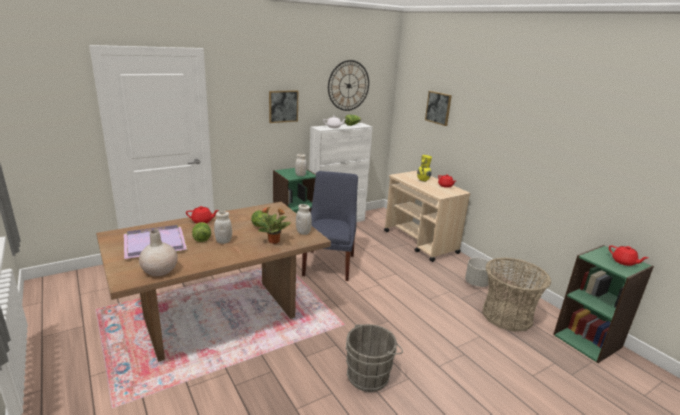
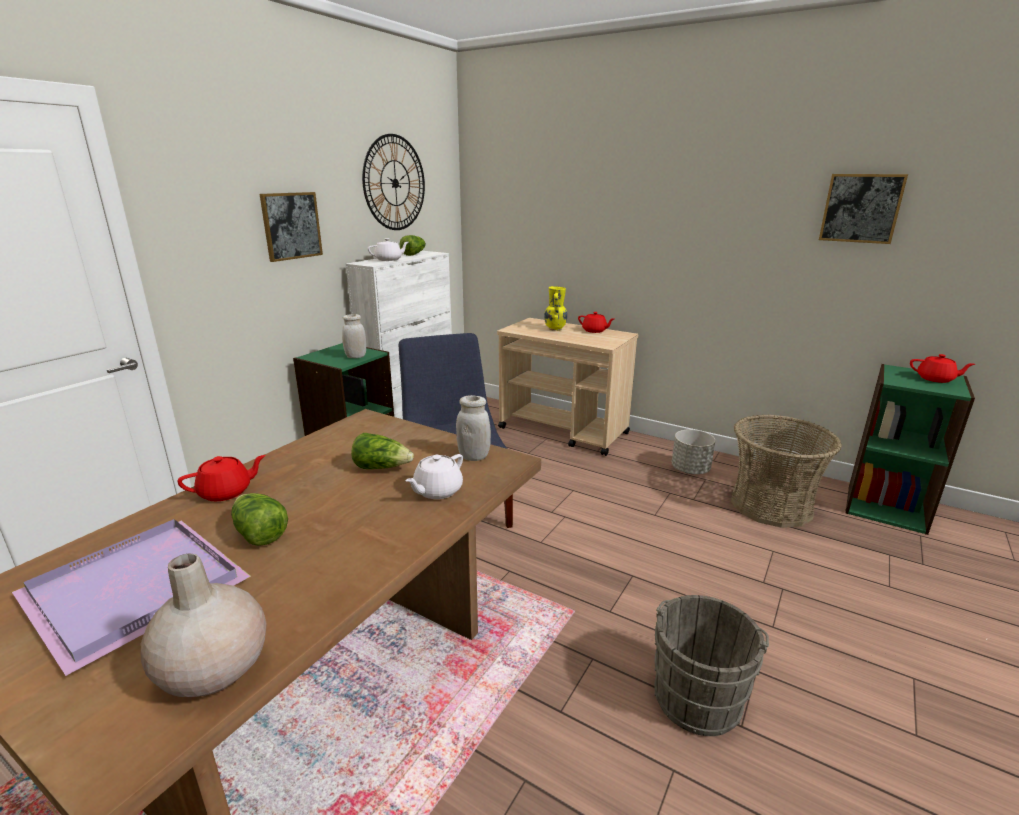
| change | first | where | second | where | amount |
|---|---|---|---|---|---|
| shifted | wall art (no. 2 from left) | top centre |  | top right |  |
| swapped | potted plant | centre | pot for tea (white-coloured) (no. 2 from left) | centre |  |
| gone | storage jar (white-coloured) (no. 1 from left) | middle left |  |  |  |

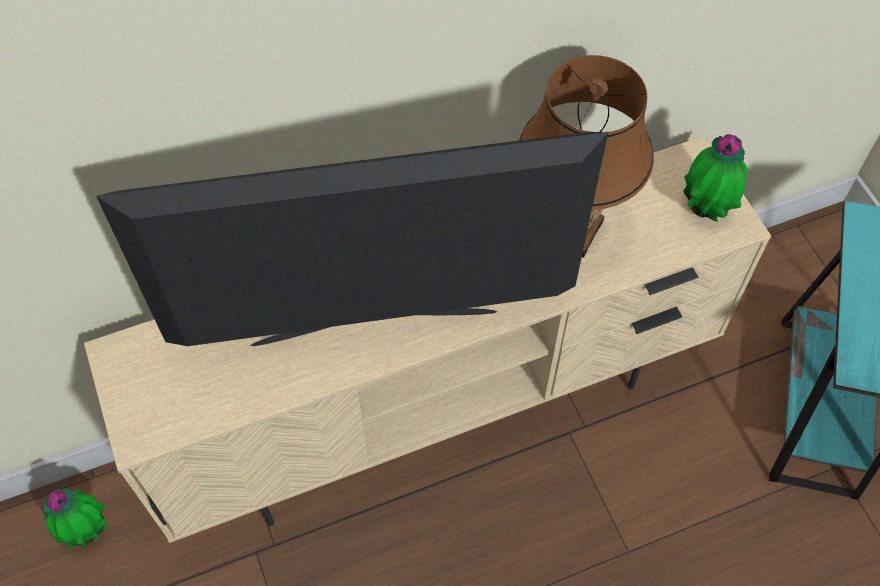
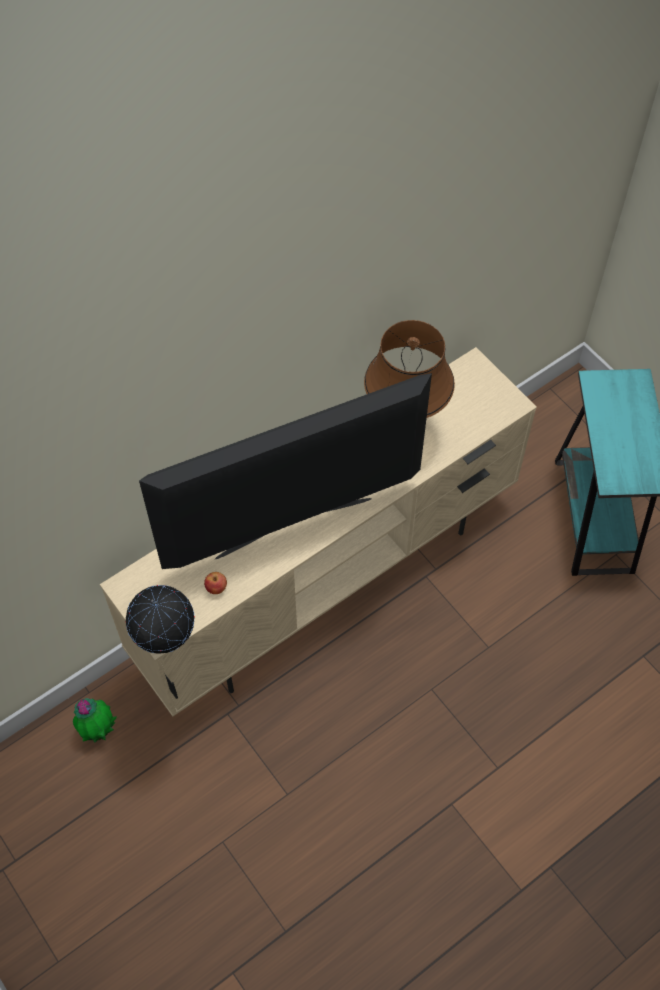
| change | first | where | second | where | amount |
|---|---|---|---|---|---|
| gone | potted plant (no. 2 from left) | top right |  |  |  |
| new |  |  | apple fruit | middle left |  |
| new |  |  | globe | middle left |  |

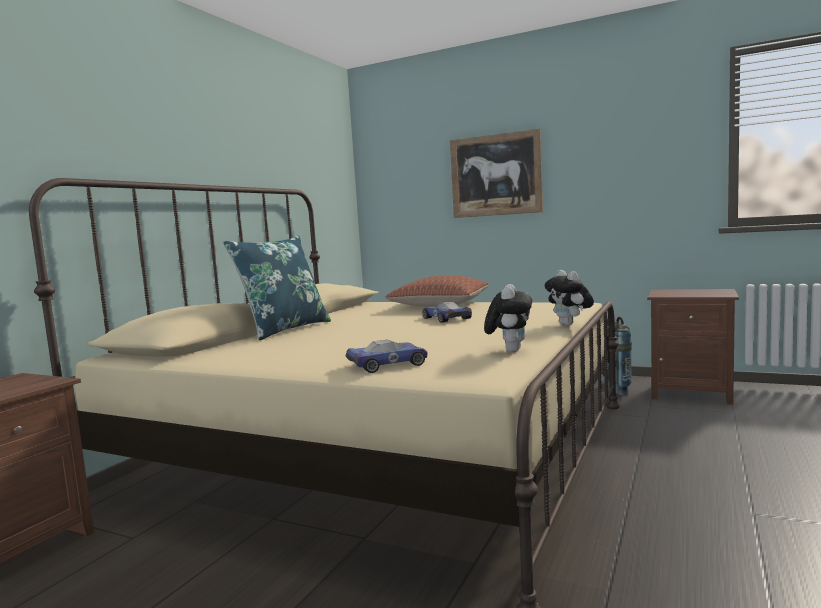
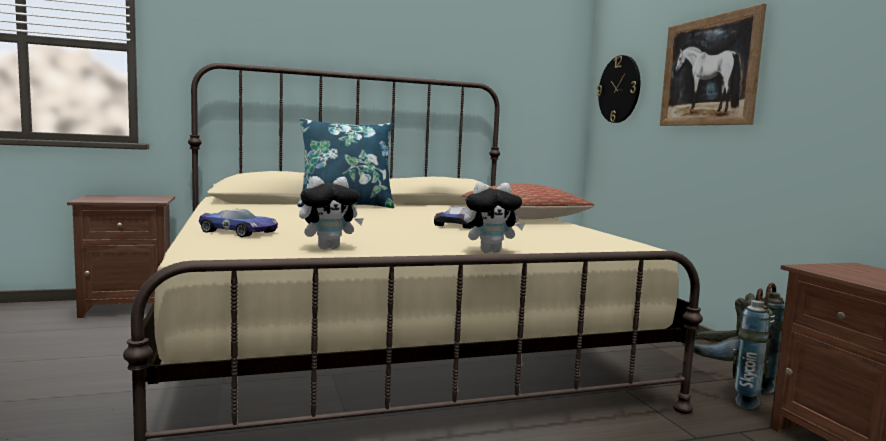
| change | first | where | second | where | amount |
|---|---|---|---|---|---|
| rotated | soft toy (no. 2 from left) | middle right |  | centre | 135 degrees counterclockwise |
| new |  |  | clock on the wall | top right |  |

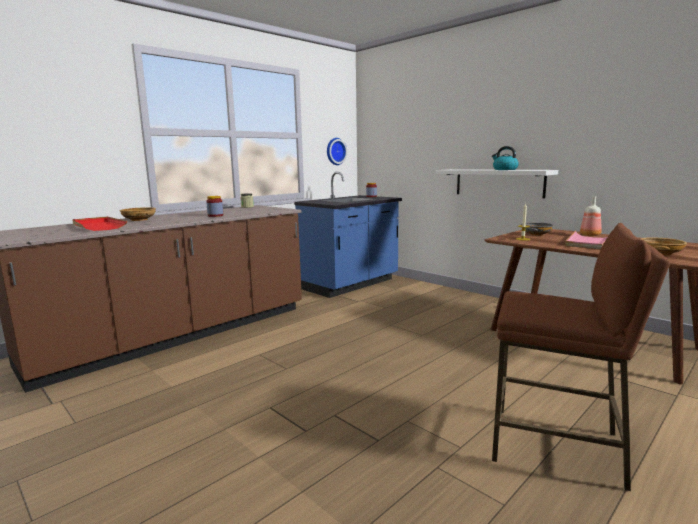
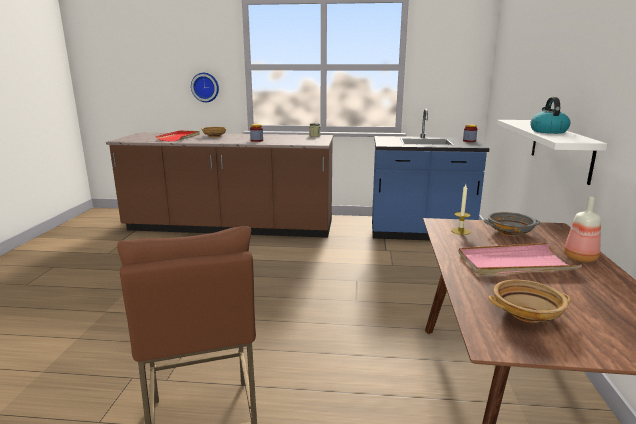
| change | first | where | second | where | amount |
|---|---|---|---|---|---|
| shifted | clock on the wall | top centre |  | top left |  |

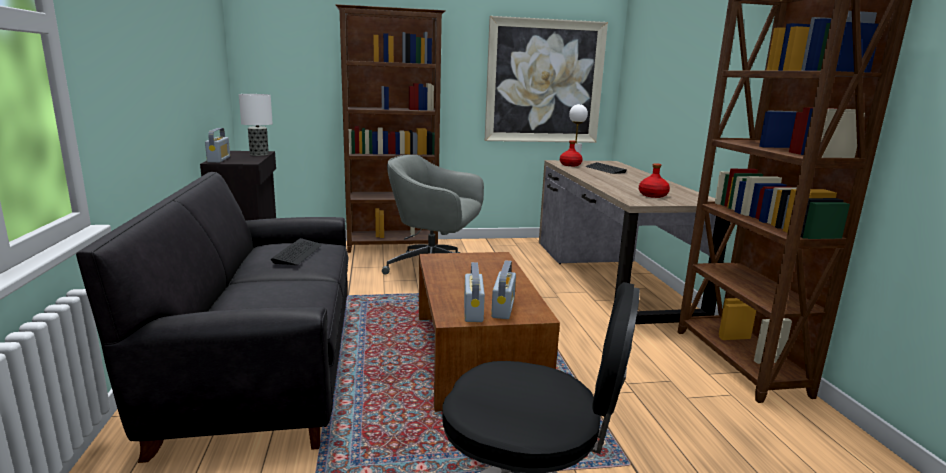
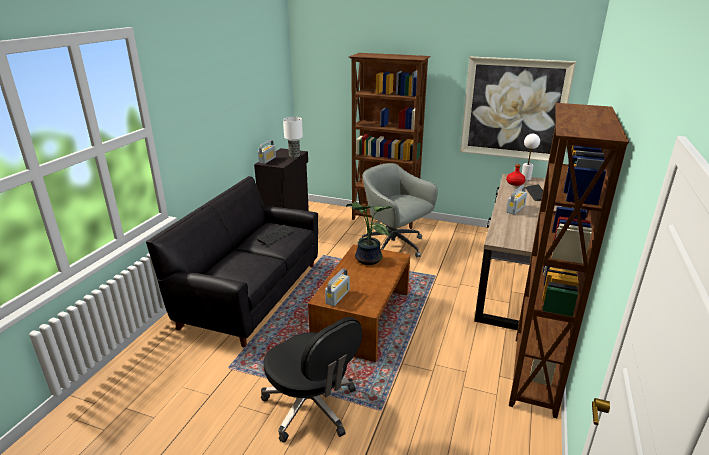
| change | first | where | second | where | amount |
|---|---|---|---|---|---|
| gone | beverage bottle (red-coloured) (no. 2 from left) | middle right |  |  |  |
| shifted | radio receiver (no. 3 from left) | centre |  | middle right |  |
| new |  |  | potted plant | centre |  |

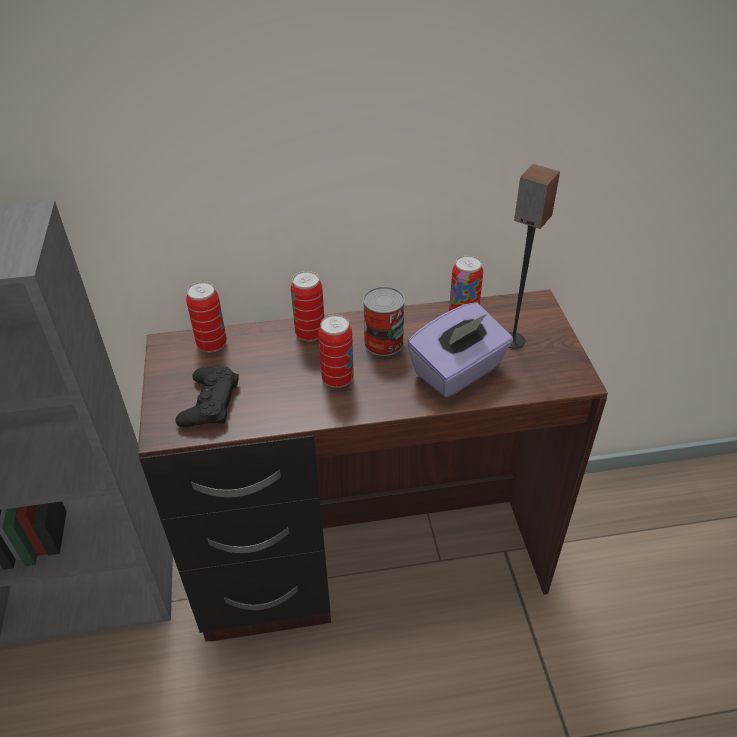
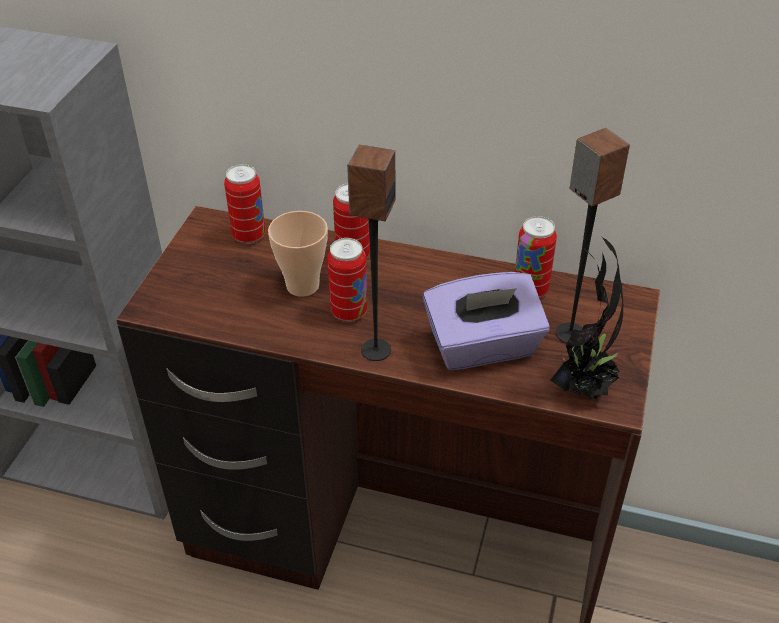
| change | first | where | second | where | amount |
|---|---|---|---|---|---|
| gone | can (no. 4 from left) | centre |  |  |  |
| gone | joypad (black) | middle left |  |  |  |
| new |  |  | loudspeaker (no. 1 from left) | centre |  |
| new |  |  | cup | centre |  |
| new |  |  | potted plant | middle right |  |

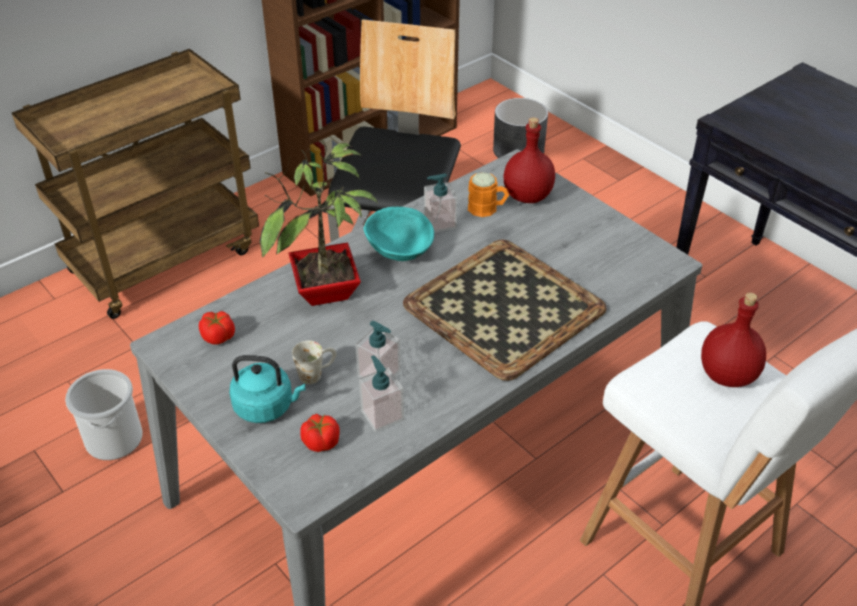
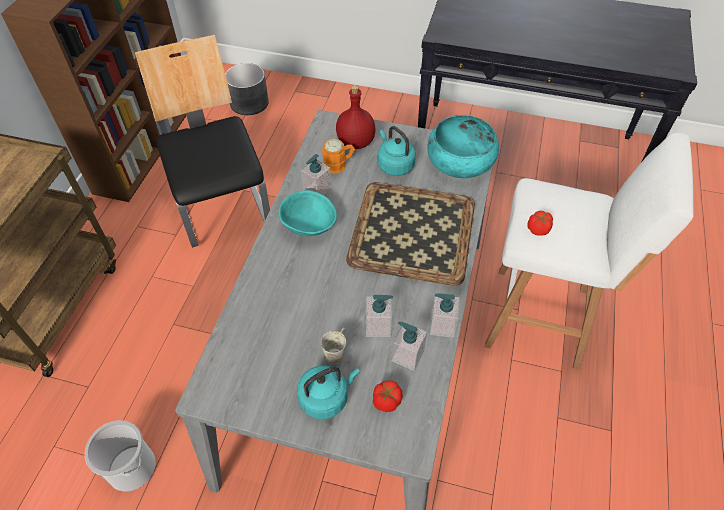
| change | first | where | second | where | amount |
|---|---|---|---|---|---|
| gone | potted plant | centre |  |  |  |
| gone | beverage bottle (red-coloured) (no. 2 from left) | middle right |  |  |  |
| shifted | fresh tomato (no. 1 from left in the first image) | middle left | fresh tomato (no. 2 from left) | middle right |  |
| new |  |  | deep dish (turquoise-coloured) (no. 2 from left) | top centre |  |
| new |  |  | kettle (turquoise-coloured) (no. 2 from left) | top centre |  |
| new |  |  | soap bottle (no. 4 from left) | centre |  |

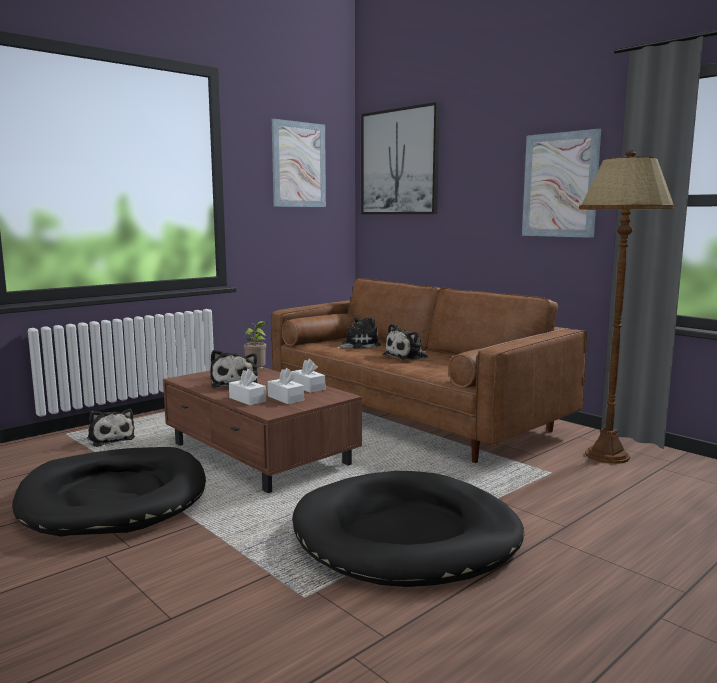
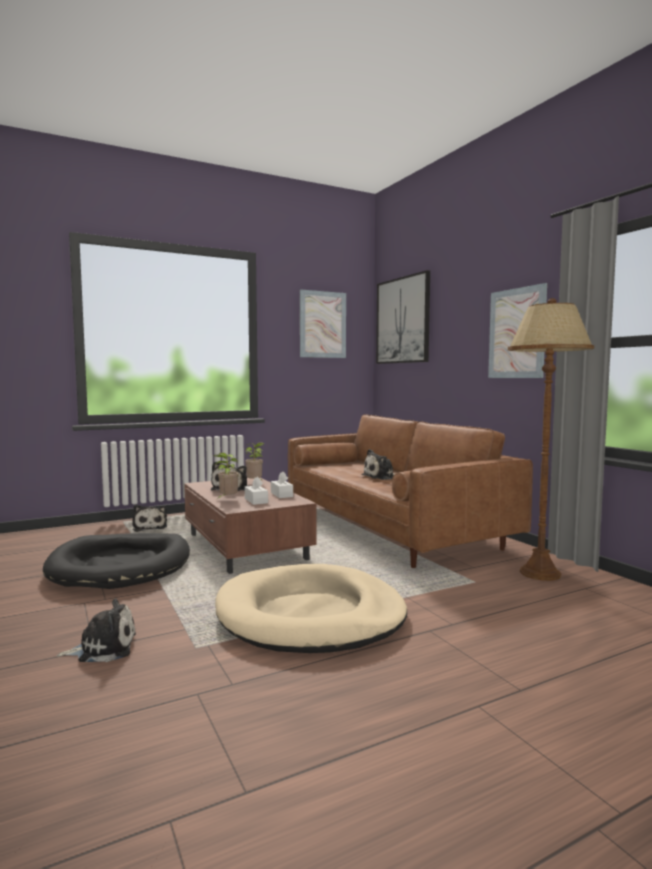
| change | first | where | second | where | amount |
|---|---|---|---|---|---|
| shifted | soft toy (no. 3 from left in the first image) | centre | soft toy (no. 1 from left) | bottom left |  |
| swapped | box of tissues (white-coloured) (no. 1 from left) | centre | potted plant (no. 1 from left) | centre |  |
| repainted | pet bed (black) (no. 2 from left) | bottom centre | pet bed (sand-coloured) | bottom centre |  |

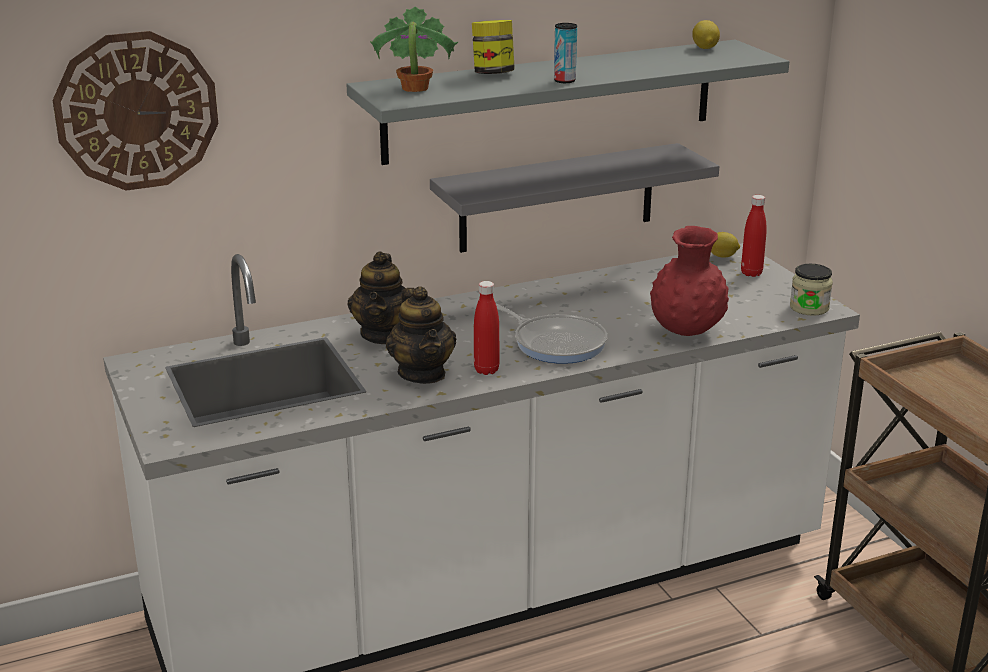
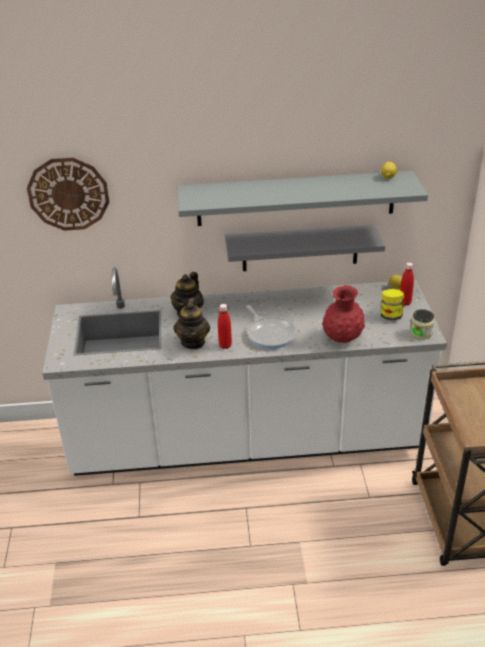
| change | first | where | second | where | amount |
|---|---|---|---|---|---|
| gone | potted plant | top centre |  |  |  |
| shifted | storage jar (no. 1 from left) | top centre |  | middle right |  |
| gone | can | top centre |  |  |  |

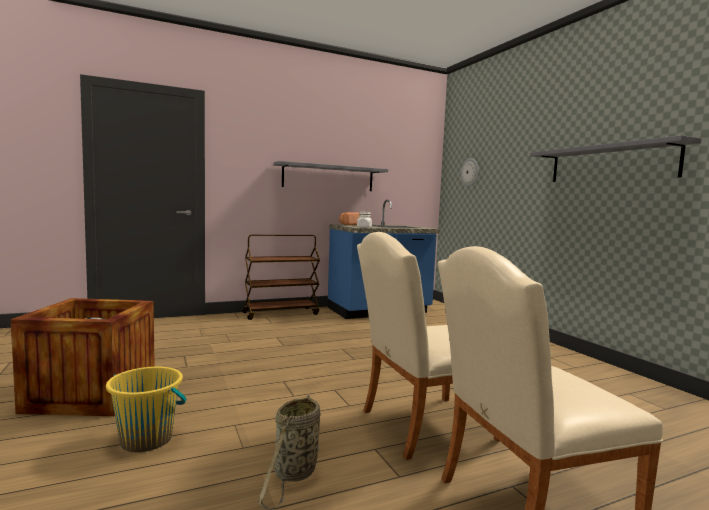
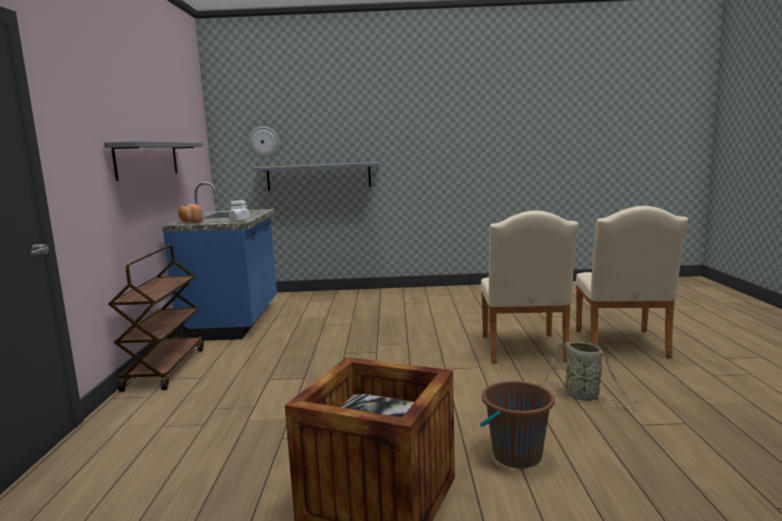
| change | first | where | second | where | amount |
|---|---|---|---|---|---|
| shifted | bracket shelf (greyish) (no. 2 from left) | top right |  | centre |  |
| repainted | pail (yellowish) | bottom left | pail (brown) | bottom centre |  |

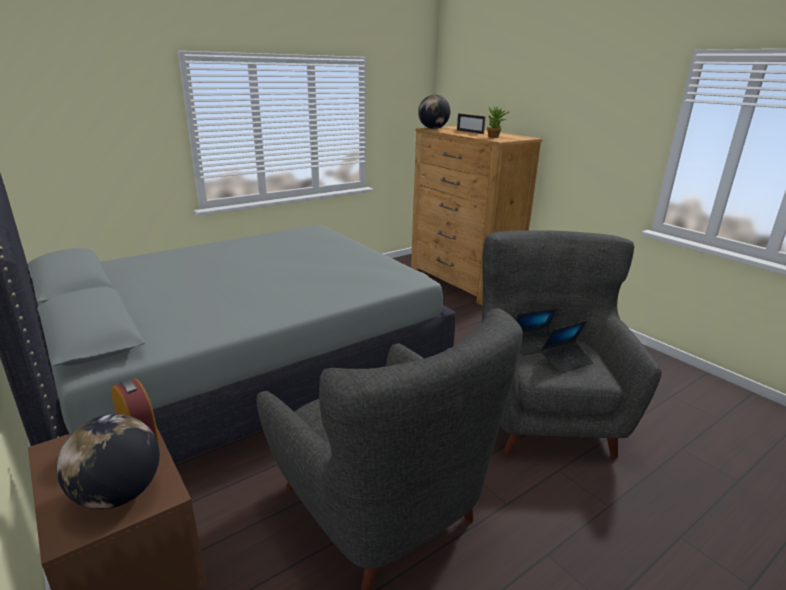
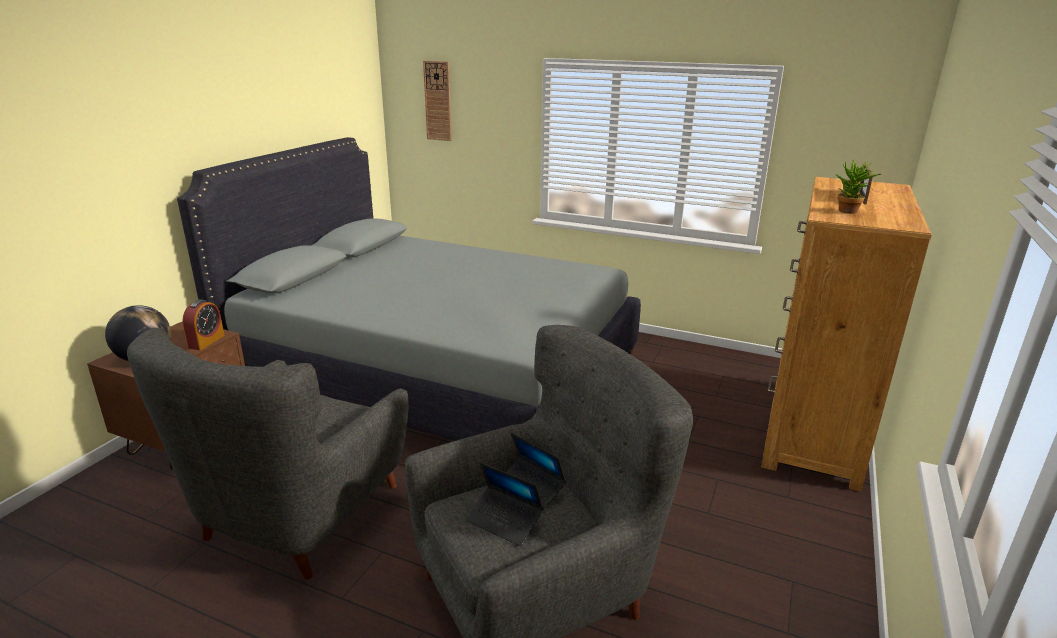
| change | first | where | second | where | amount |
|---|---|---|---|---|---|
| gone | globe (no. 2 from left) | top centre |  |  |  |
| new |  |  | clock on the wall | top centre |  |

